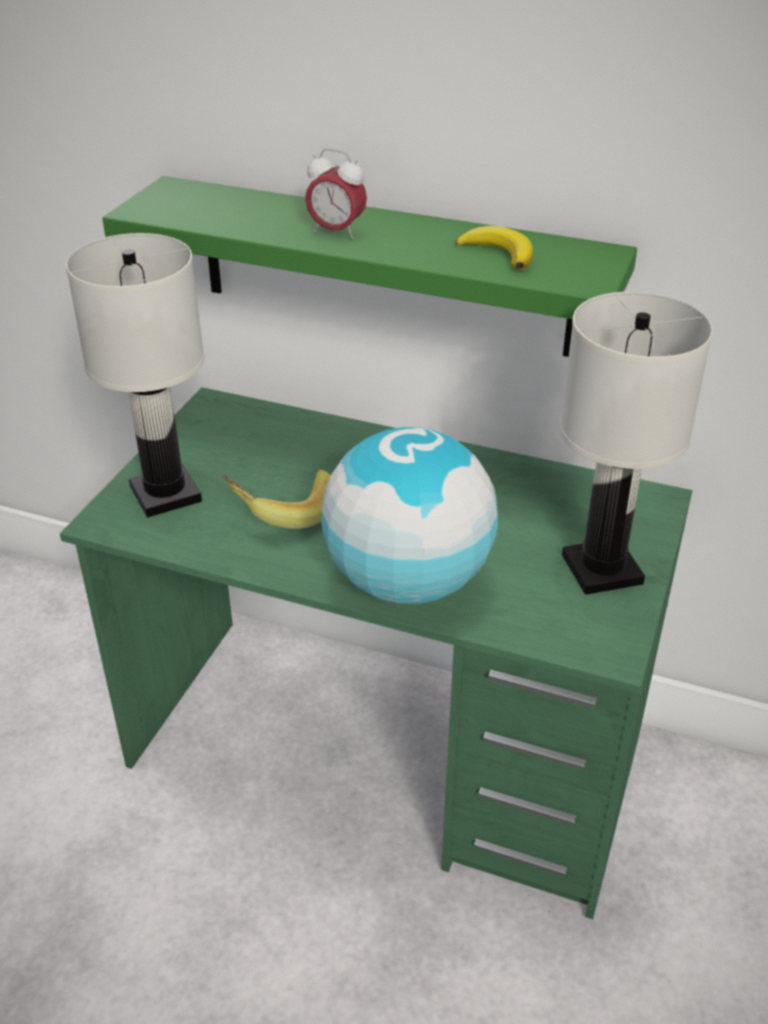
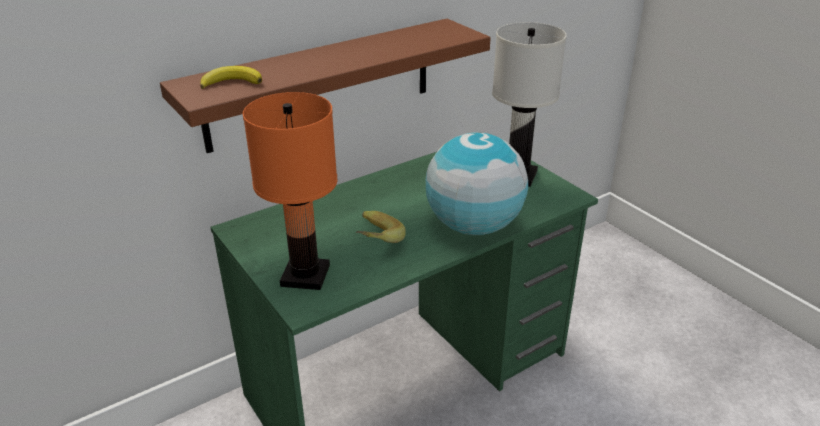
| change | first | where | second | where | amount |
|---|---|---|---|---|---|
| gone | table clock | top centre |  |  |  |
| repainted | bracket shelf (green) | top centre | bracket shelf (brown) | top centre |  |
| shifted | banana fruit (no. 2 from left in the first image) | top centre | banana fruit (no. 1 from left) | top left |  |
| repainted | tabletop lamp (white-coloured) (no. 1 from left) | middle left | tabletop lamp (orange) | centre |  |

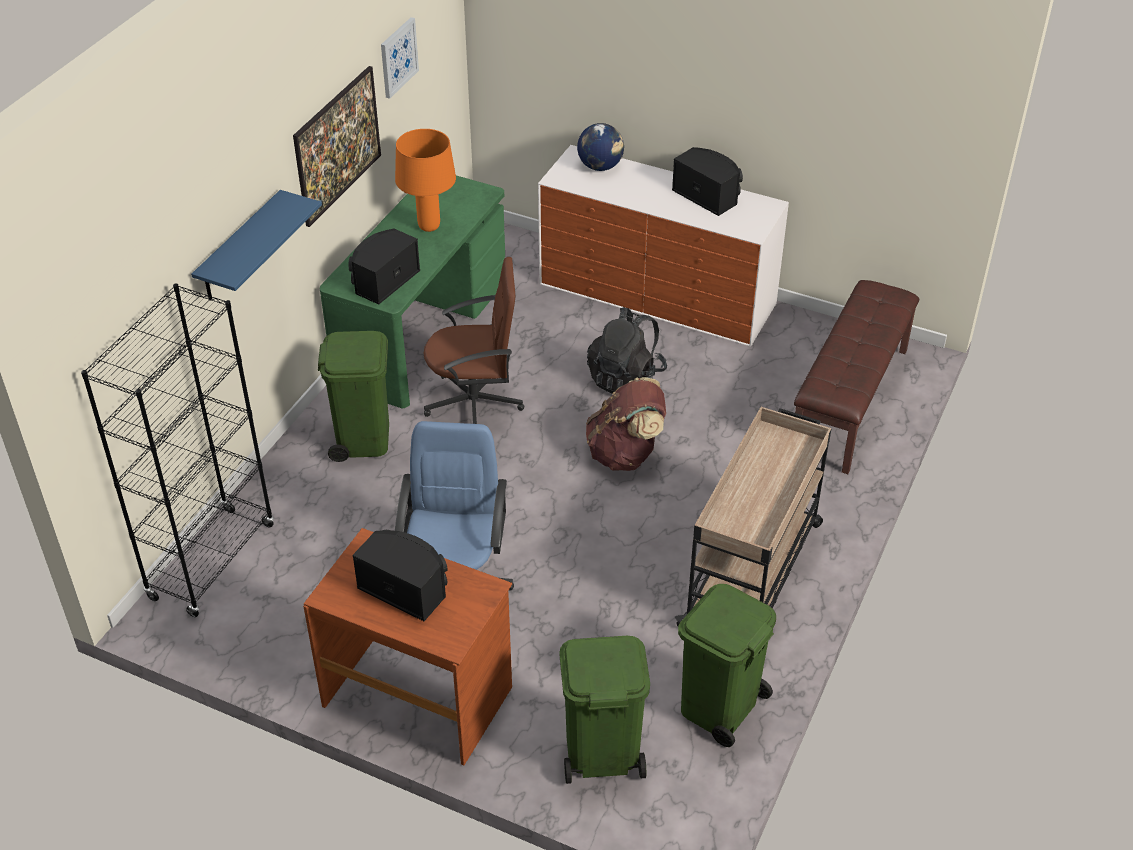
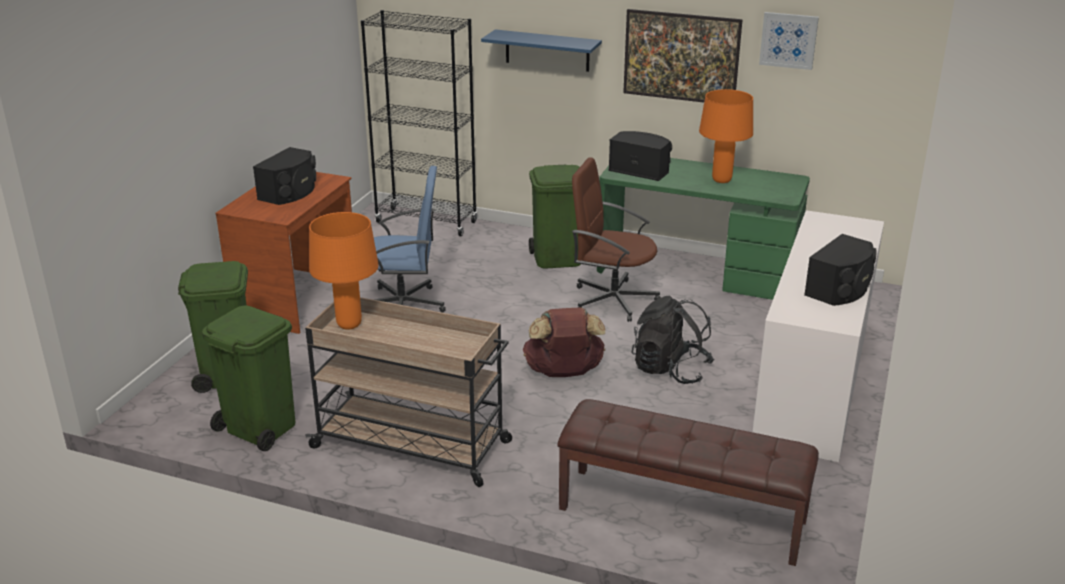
| change | first | where | second | where | amount |
|---|---|---|---|---|---|
| gone | globe | top centre |  |  |  |
| rotated | desk chair (brown) | centre |  | centre | 120 degrees clockwise |
| new |  |  | tabletop lamp (orange) (no. 1 from left) | middle left |  |

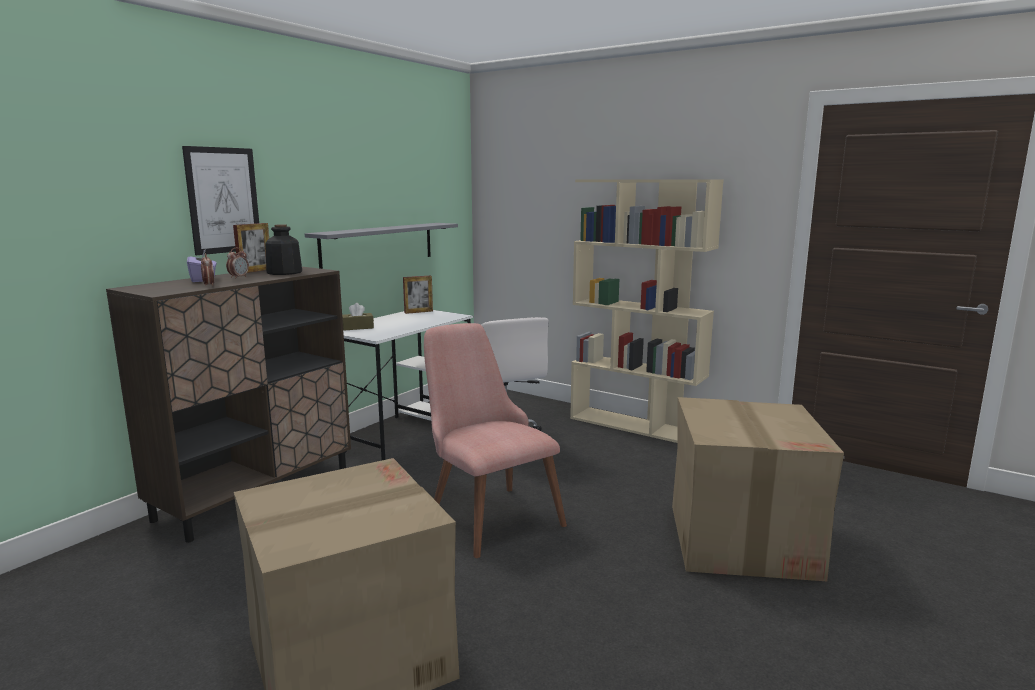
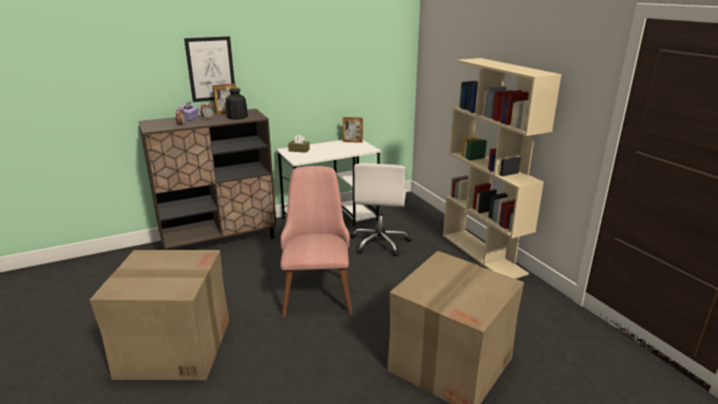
| change | first | where | second | where | amount |
|---|---|---|---|---|---|
| gone | bracket shelf (greyish) | centre |  |  |  |

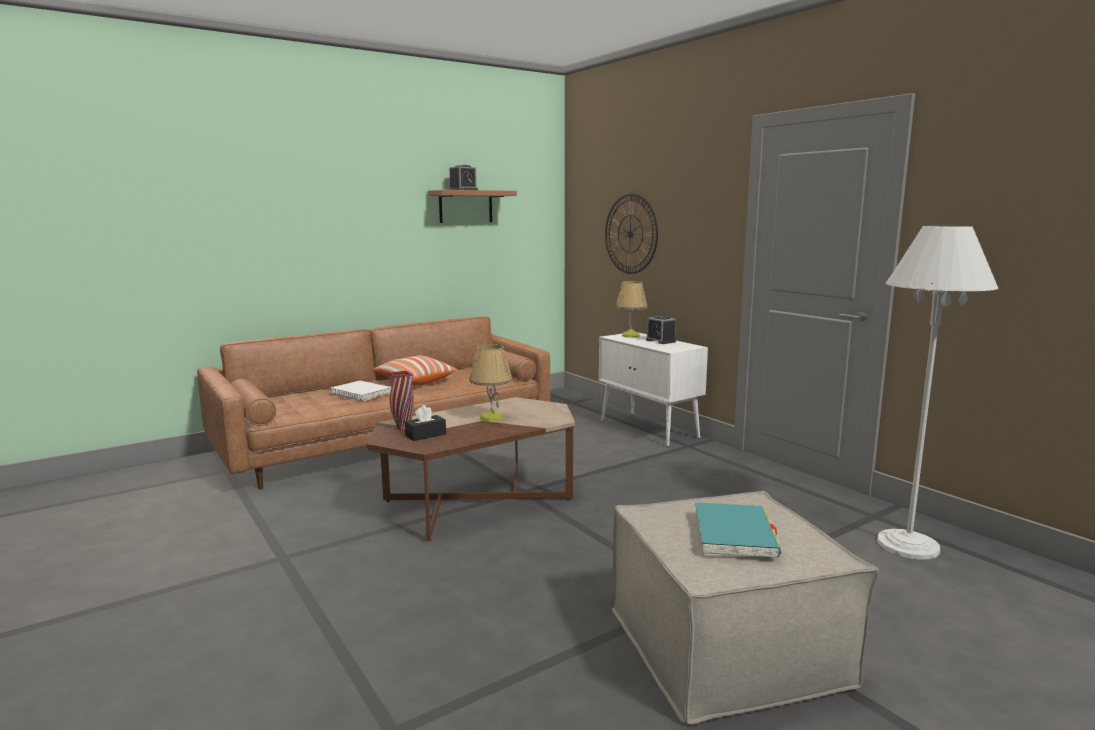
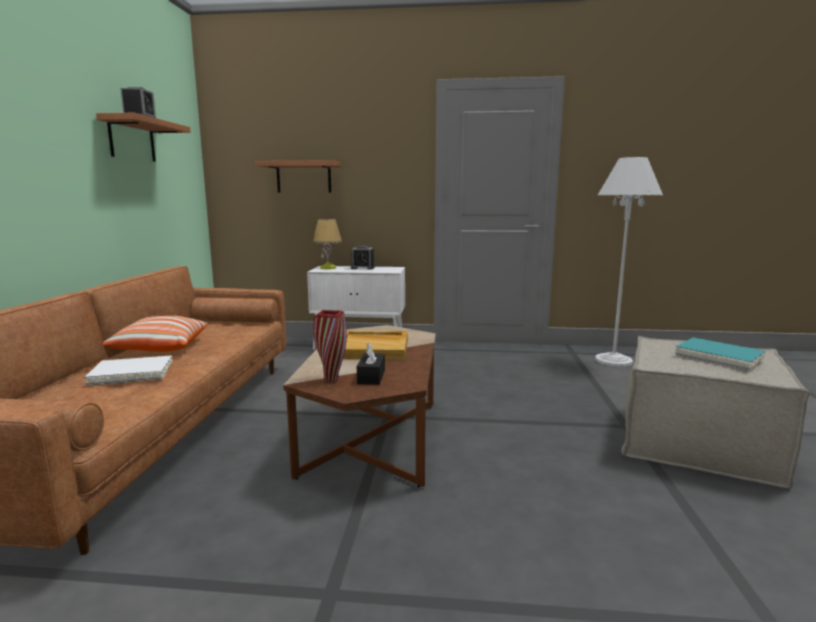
| change | first | where | second | where | amount |
|---|---|---|---|---|---|
| swapped | clock on the wall | top centre | bracket shelf (no. 2 from left) | top centre |  |
| swapped | tabletop lamp (no. 1 from left) | centre | tray (sand-coloured) | centre |  |

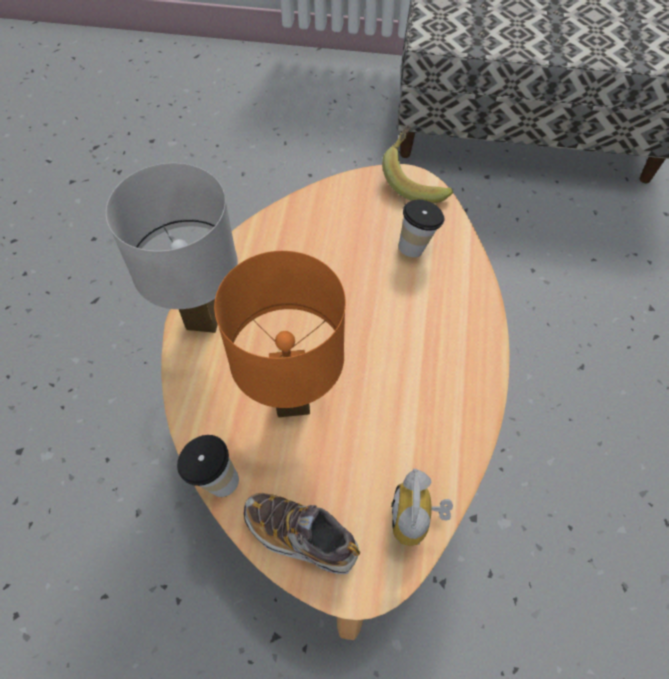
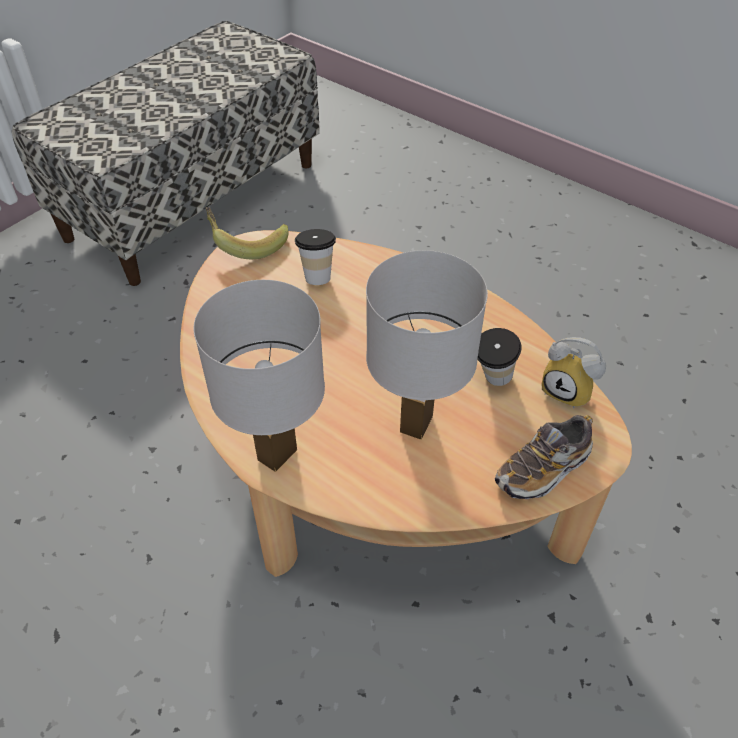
| change | first | where | second | where | amount |
|---|---|---|---|---|---|
| repainted | tabletop lamp (orange) | centre | tabletop lamp (white-coloured) (no. 2 from left) | centre |  |
| shifted | cup (no. 1 from left in the first image) | bottom left | cup (no. 2 from left) | middle right |  |

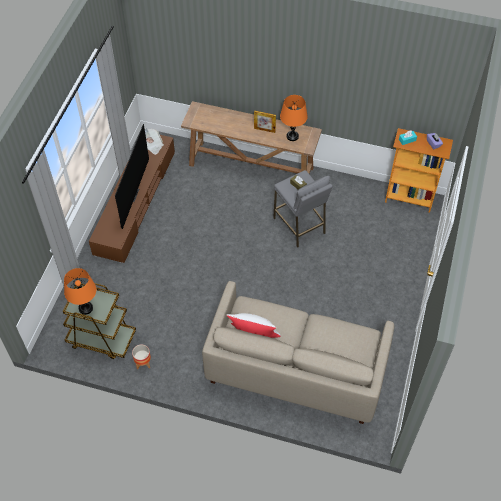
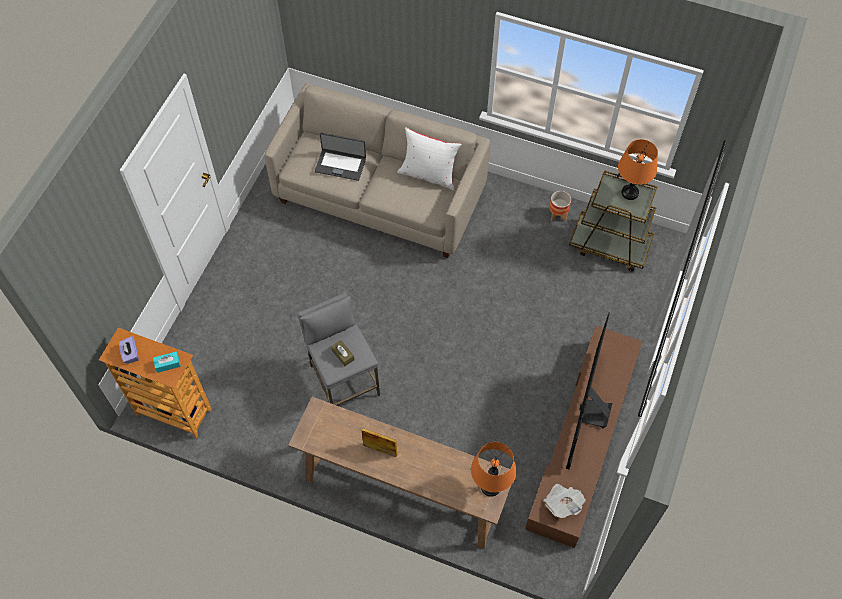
| change | first | where | second | where | amount |
|---|---|---|---|---|---|
| shifted | tabletop lamp (orange) (no. 2 from left in the first image) | top centre | tabletop lamp (orange) (no. 1 from left) | bottom centre |  |
| new |  |  | laptop | top centre |  |

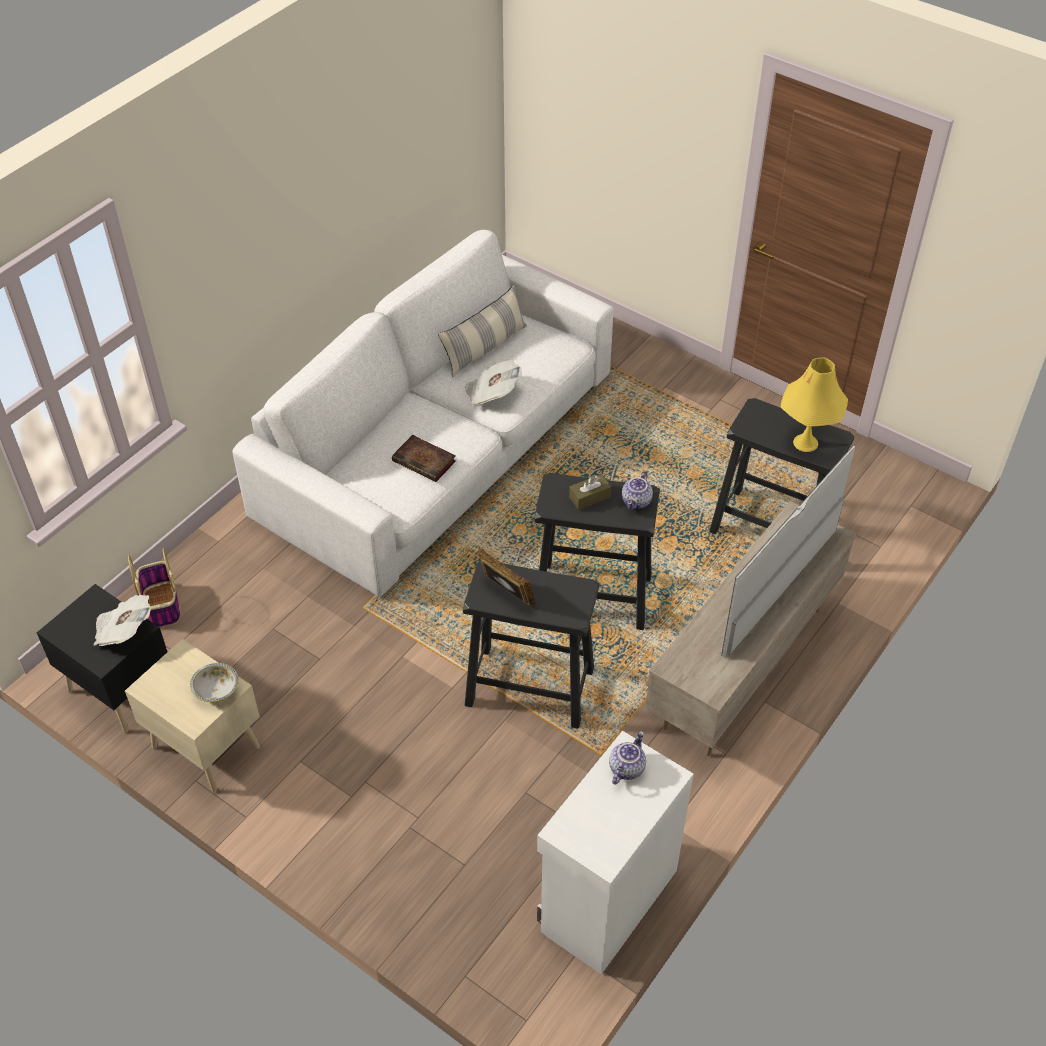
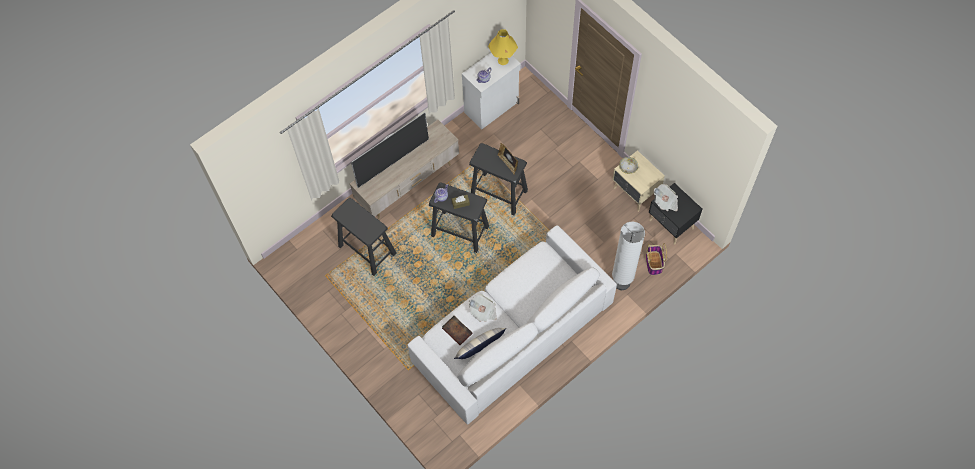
| change | first | where | second | where | amount |
|---|---|---|---|---|---|
| shifted | tabletop lamp (yellowish) | middle right |  | top centre |  |
| shifted | volume | centre |  | bottom centre |  |
| new |  |  | standing lamp (white-coloured) | centre |  |

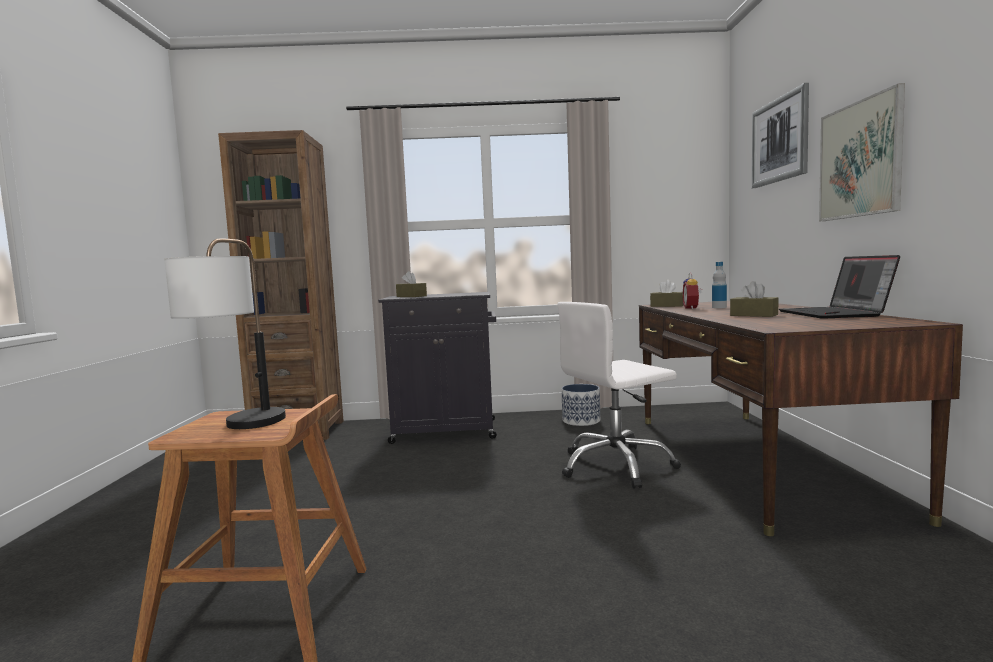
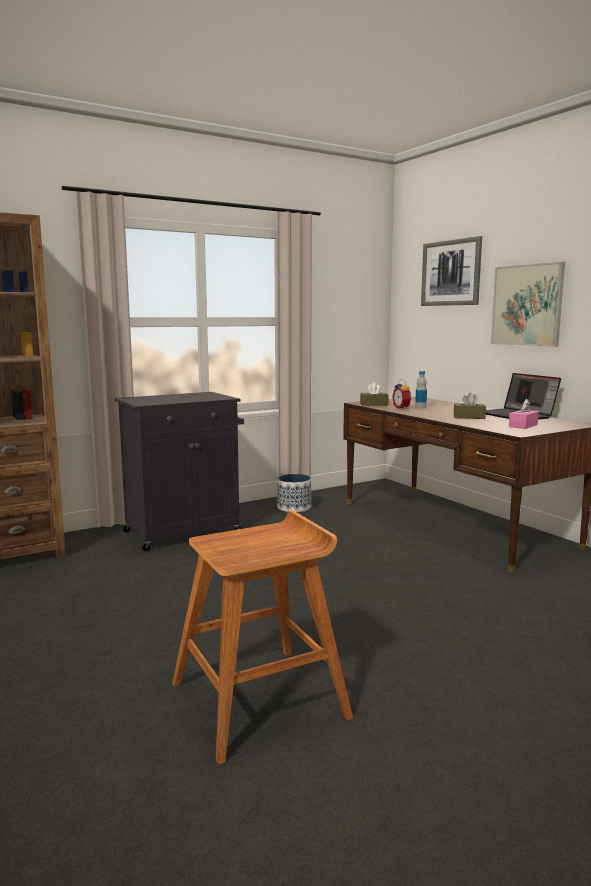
| change | first | where | second | where | amount |
|---|---|---|---|---|---|
| gone | tabletop lamp | middle left |  |  |  |
| gone | box of tissues (brown) (no. 1 from left) | centre |  |  |  |
| gone | desk chair (white-coloured) | centre |  |  |  |
| new |  |  | box of tissues (pink) | middle right |  |

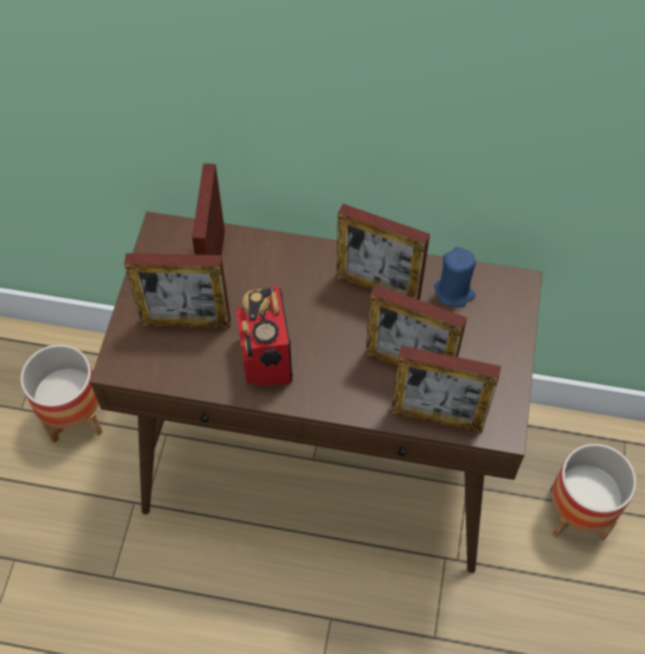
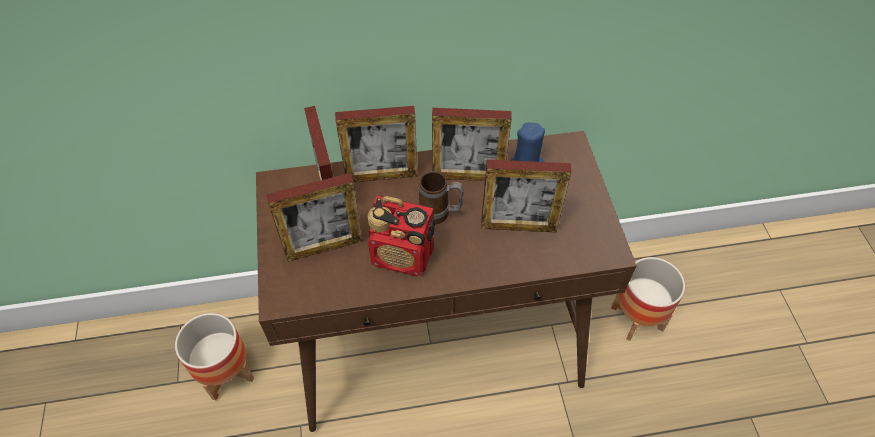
| change | first | where | second | where | amount |
|---|---|---|---|---|---|
| rotated | radio receiver | centre |  | centre | 45 degrees counterclockwise |
| shifted | picture frame (no. 5 from left in the first image) | middle right | picture frame (no. 3 from left) | top centre |  |
| new |  |  | tea mug | centre |  |

